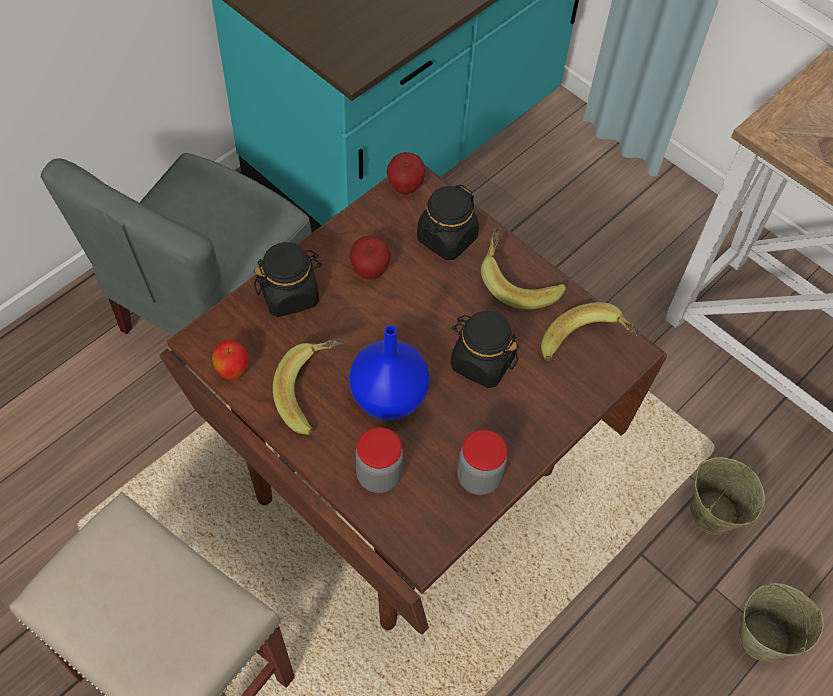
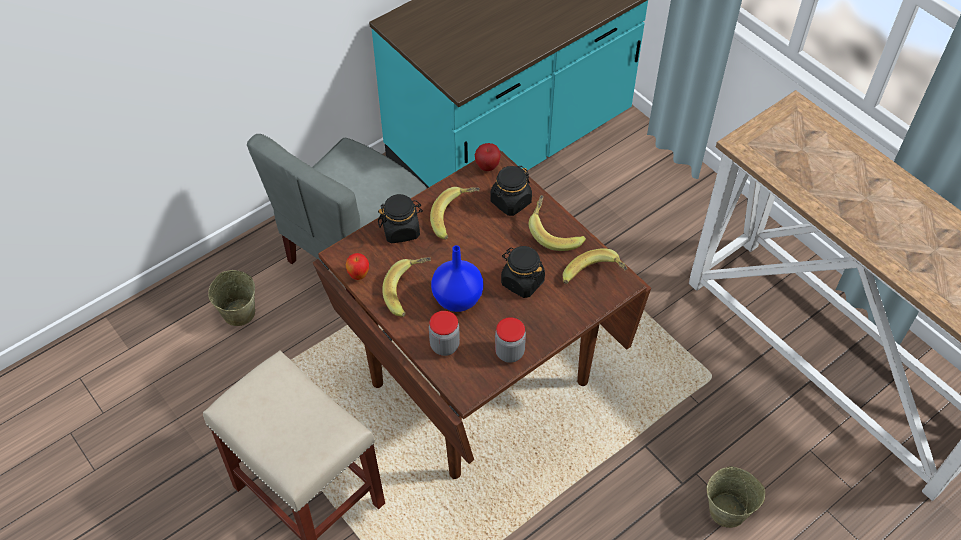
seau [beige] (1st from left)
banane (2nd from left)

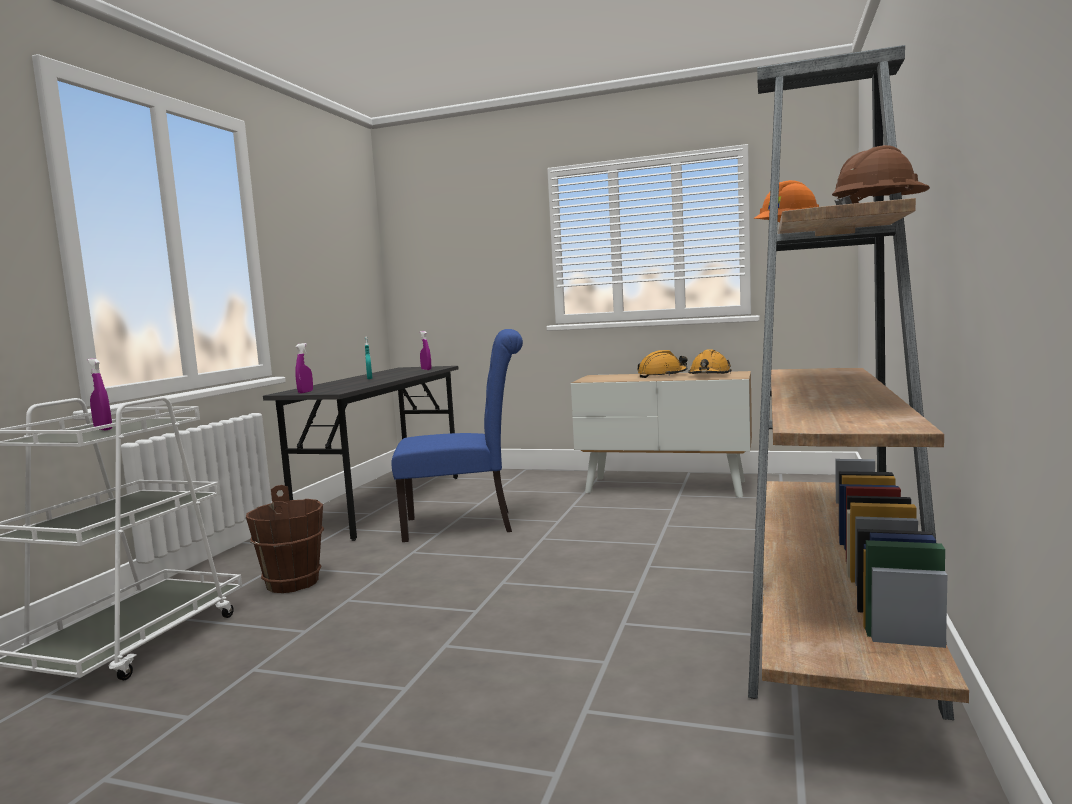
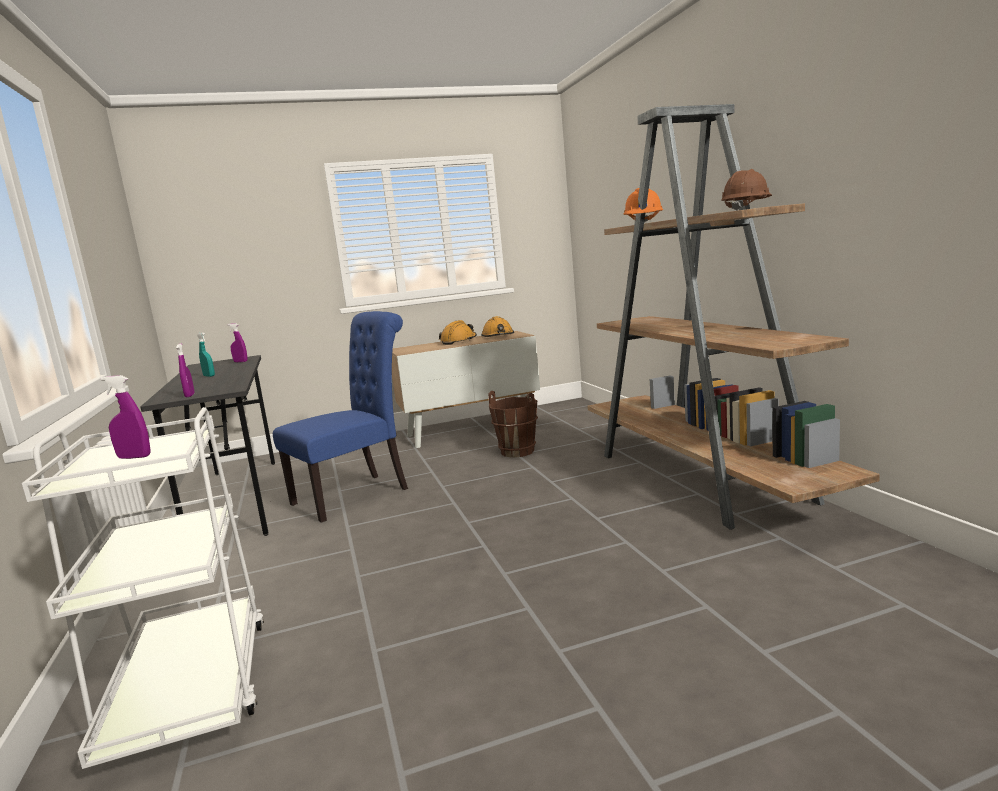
seau [marron]

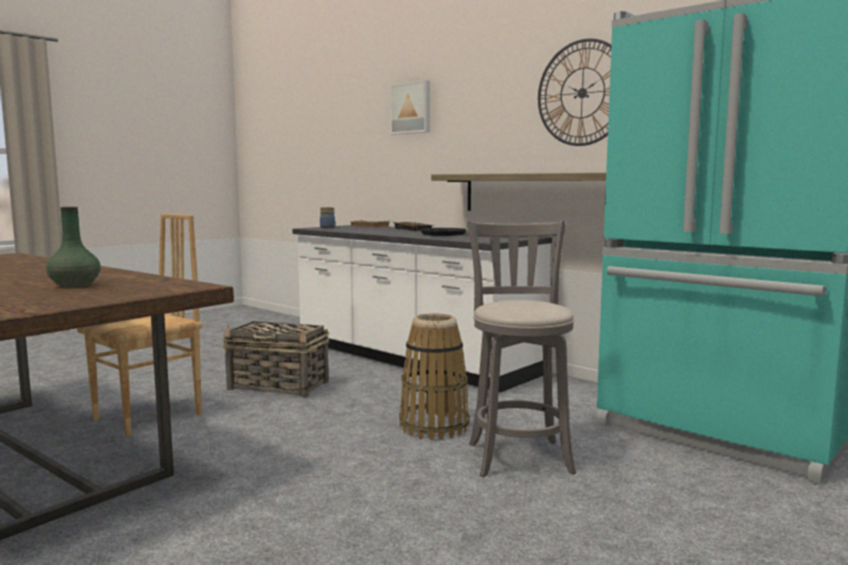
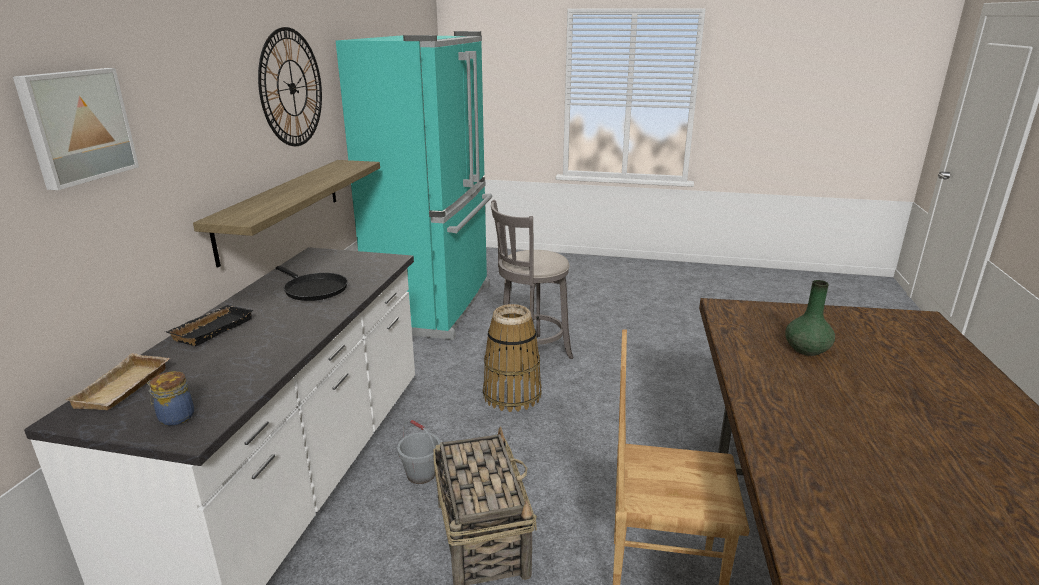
seau [gris]

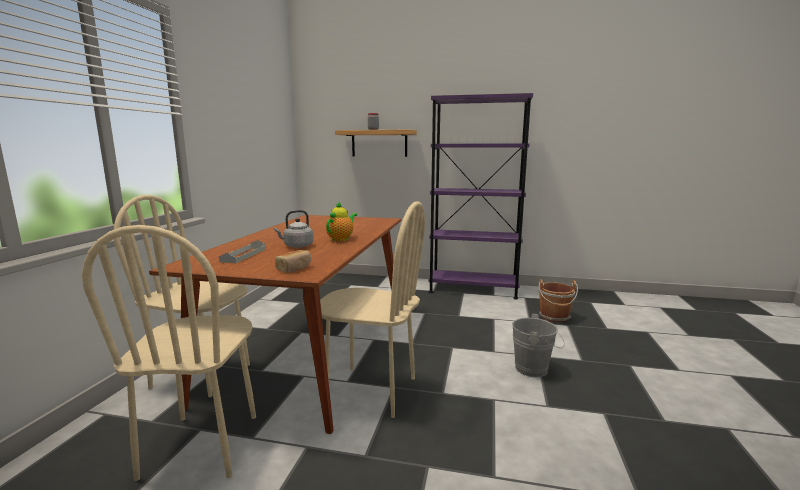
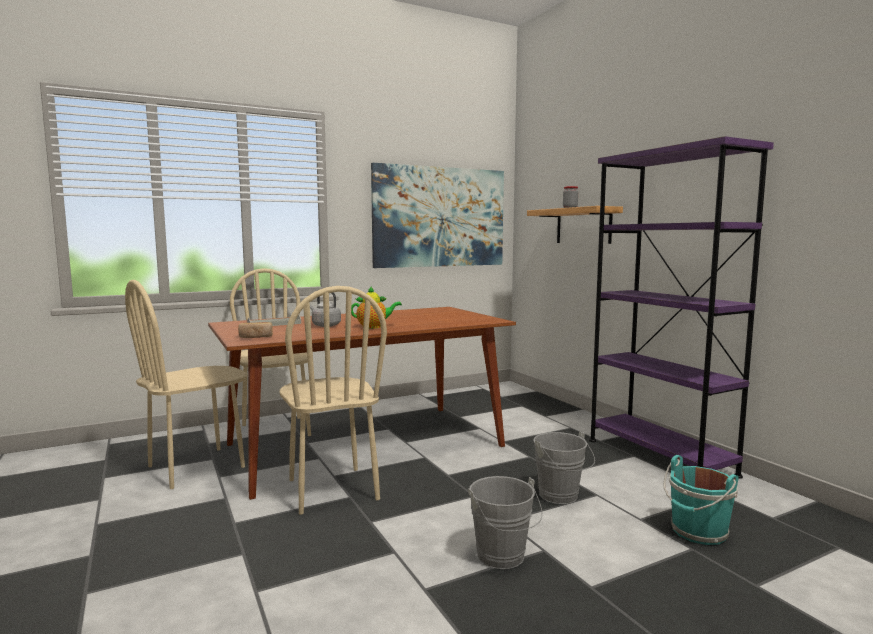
tableau
seau [gris] (2nd from left)
seau [turquoise]

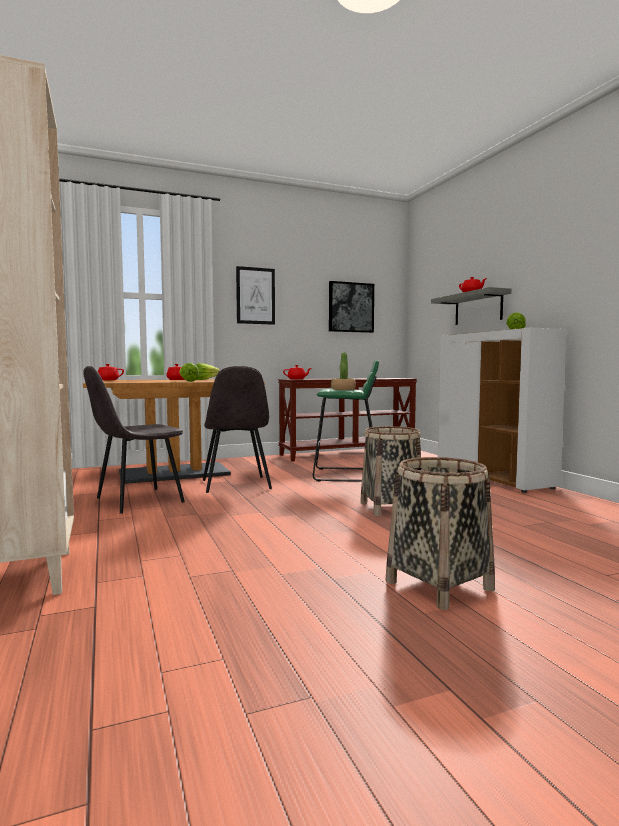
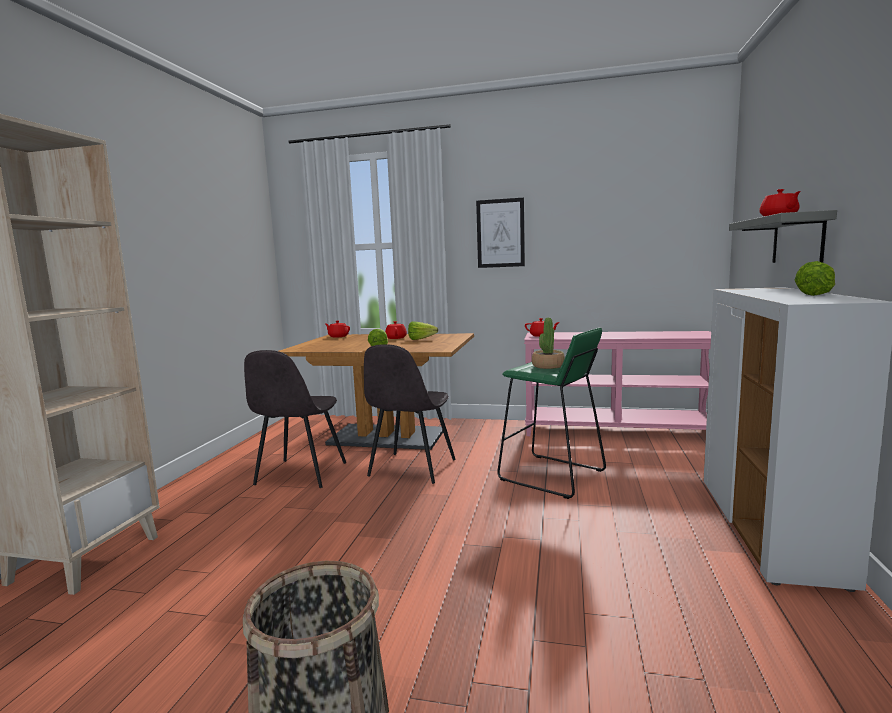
chaise [gris] (1st from left)
table console [rose]
tableau (2nd from left in the first image)
panier (1st from left in the first image)

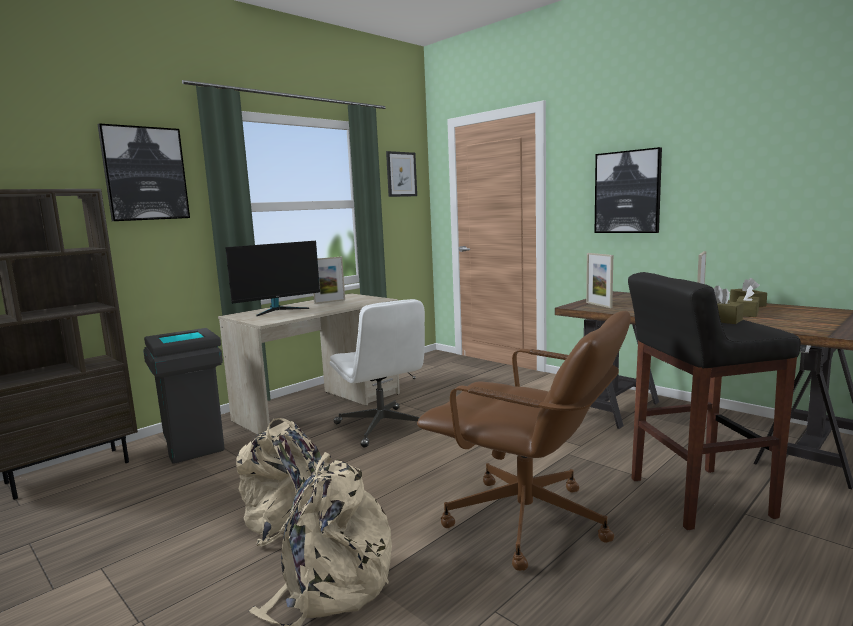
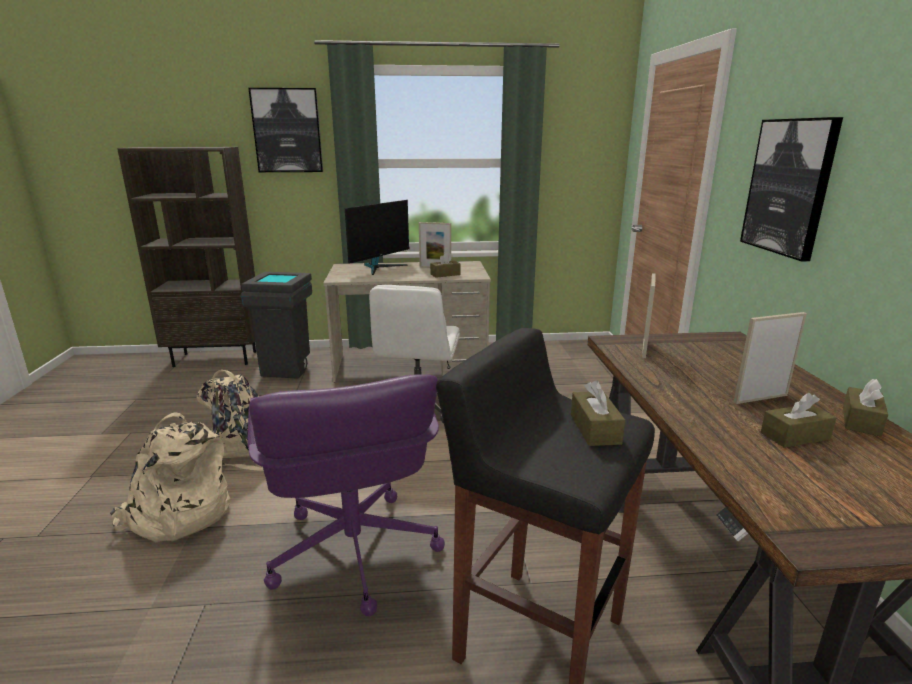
chaise de bureau [violet]
écran d'ordinateur
boîte à mouchoirs [marron] (1st from left)
tableau (2nd from left in the first image)

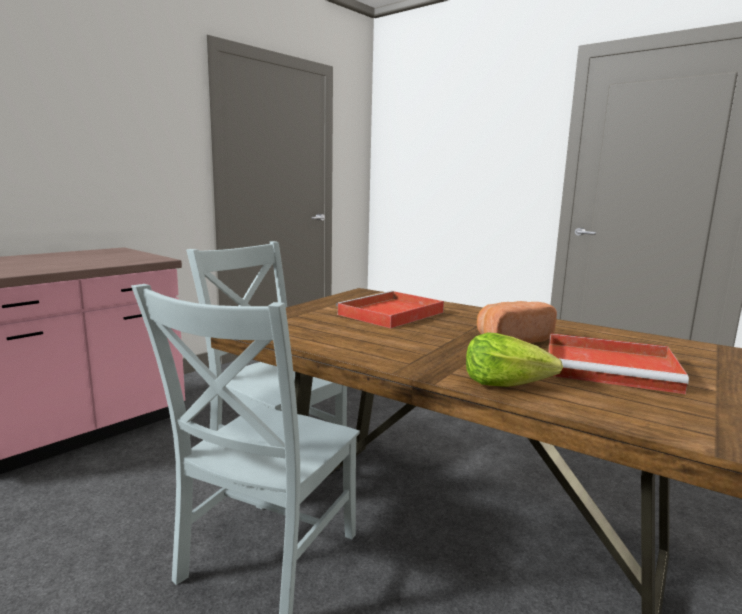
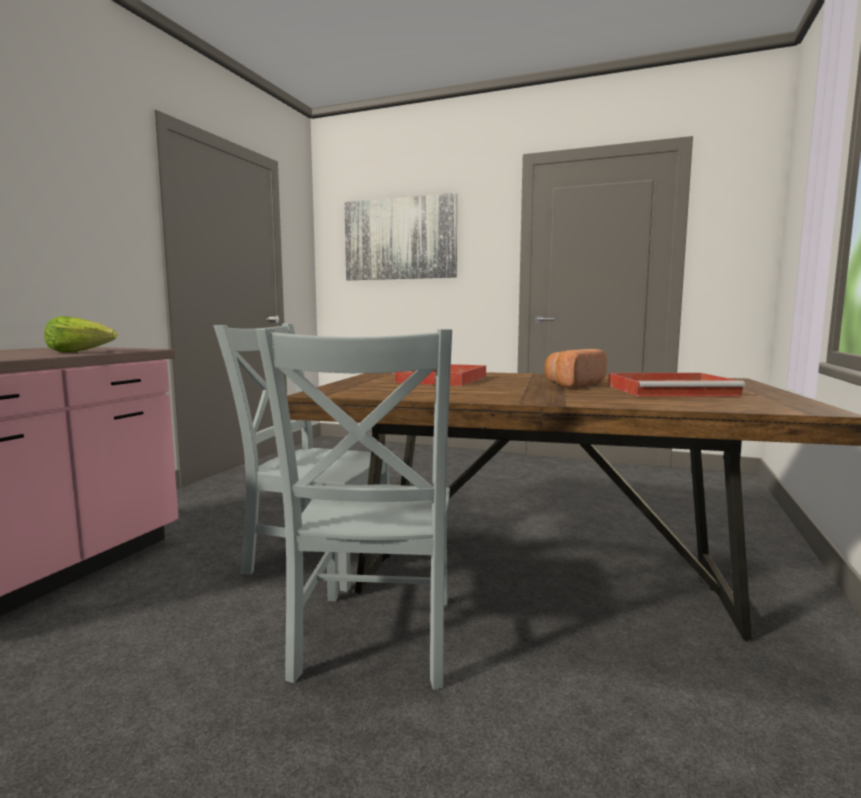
laitue
tableau

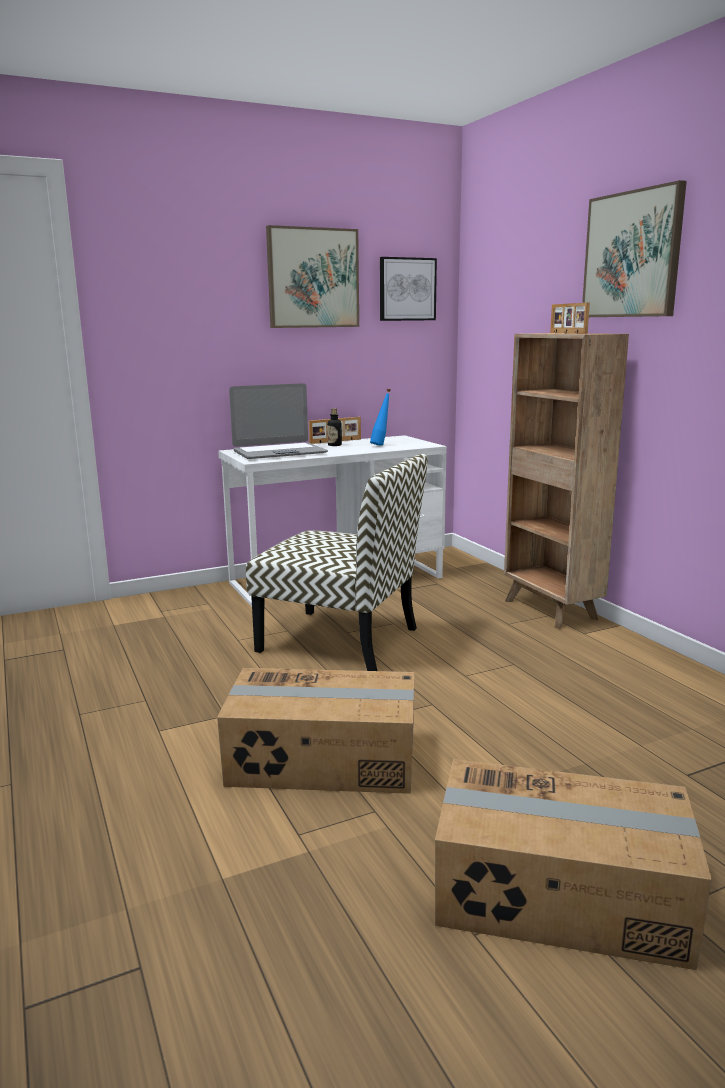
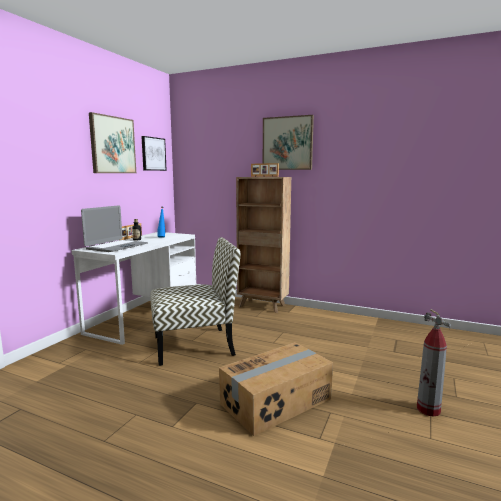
extincteur

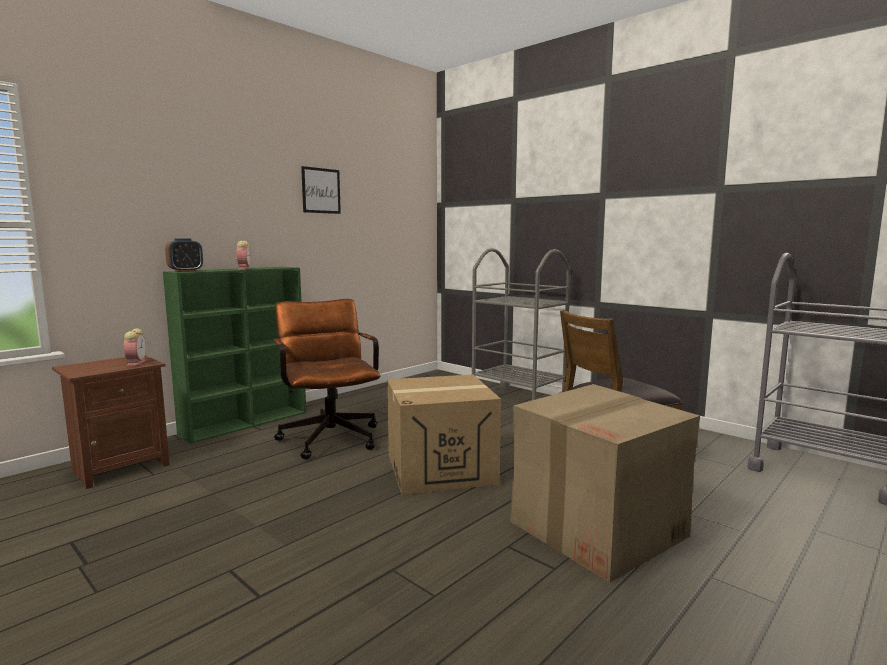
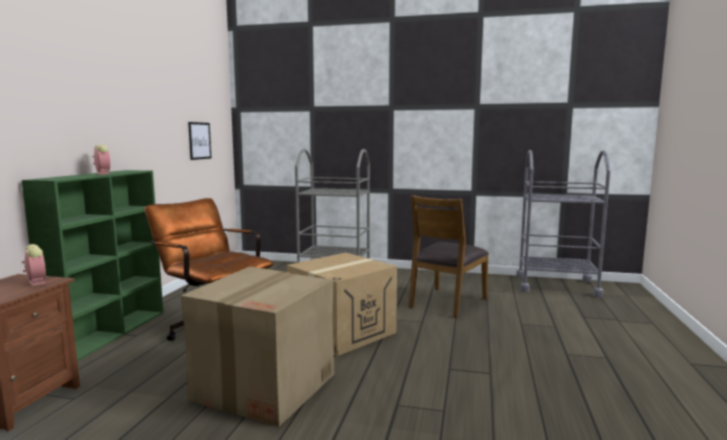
carton (1st from left)
tableau
réveil (2nd from left in the first image)

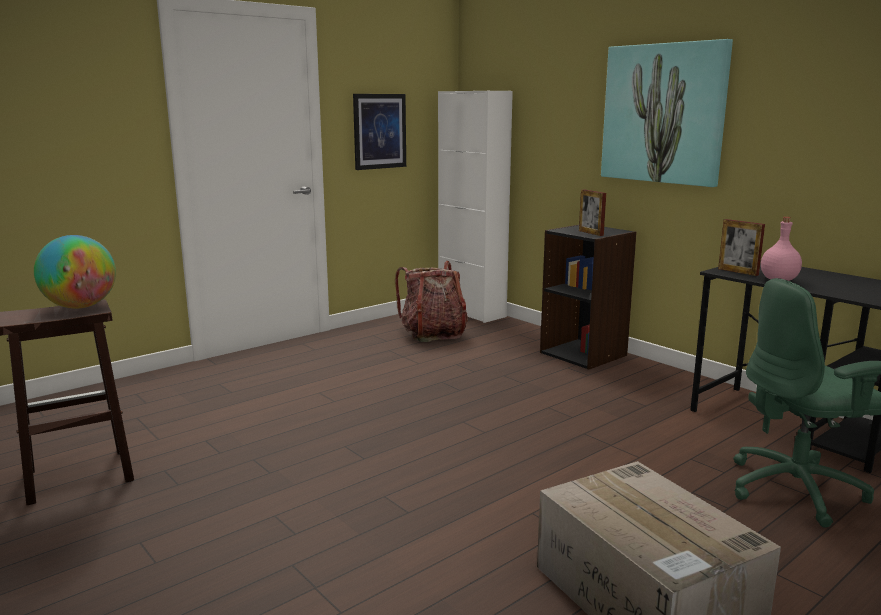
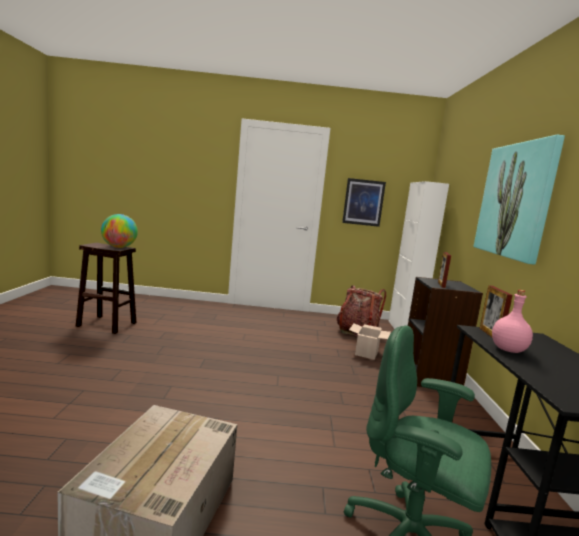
carton (2nd from left)

